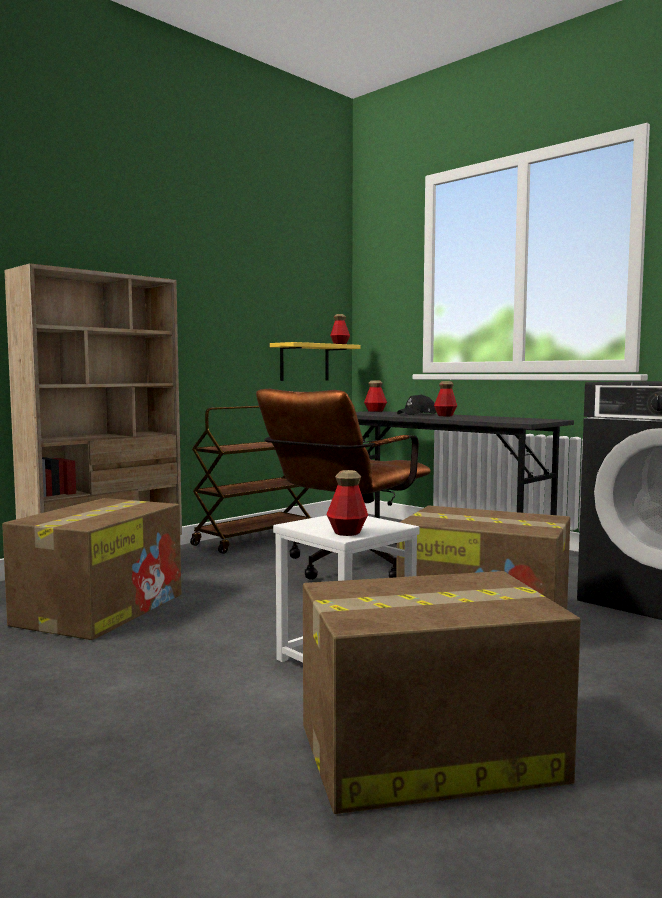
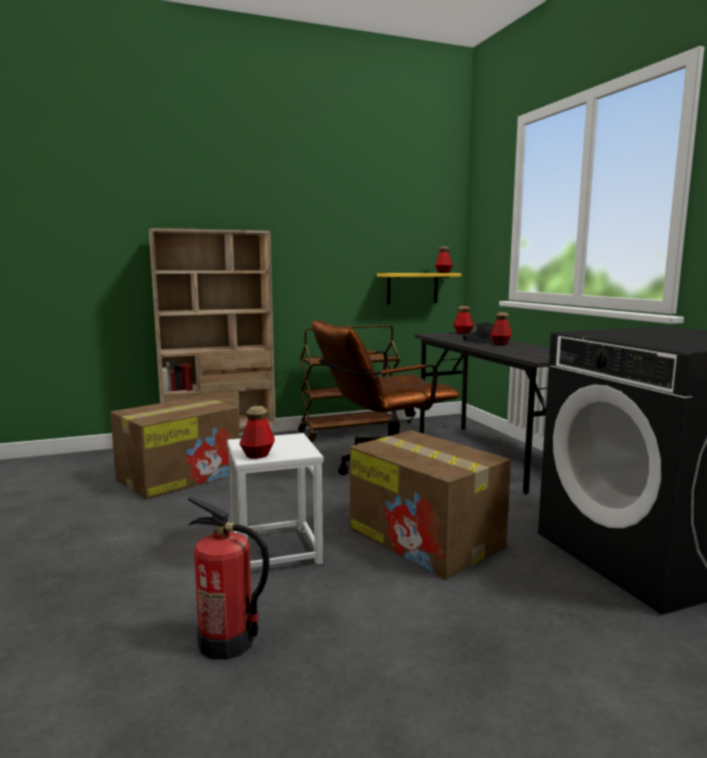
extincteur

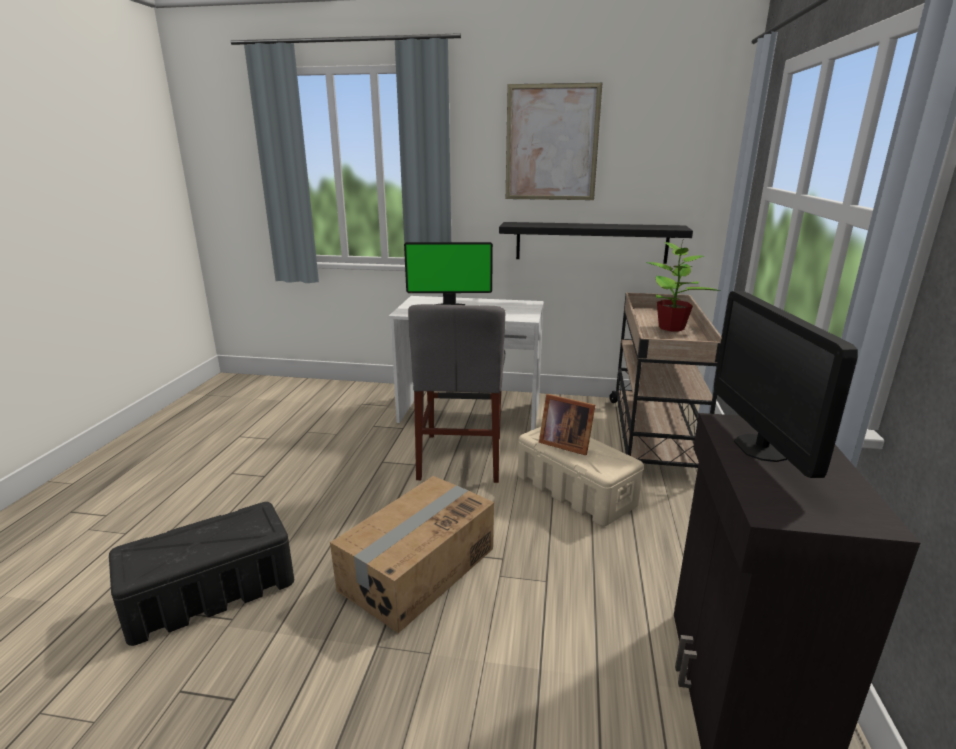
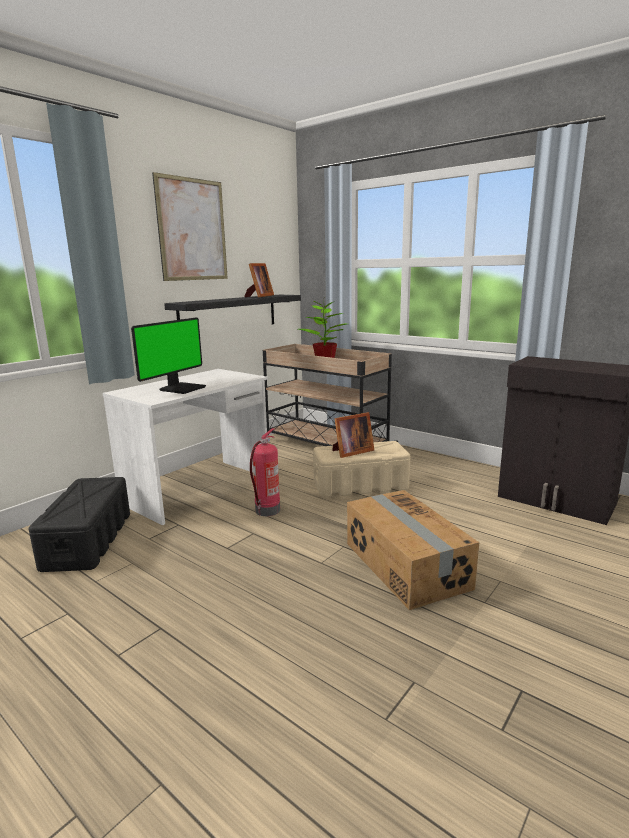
boîte de rangement [noir]
cadre photo (1st from left)
extincteur
écran d'ordinateur (2nd from left in the first image)

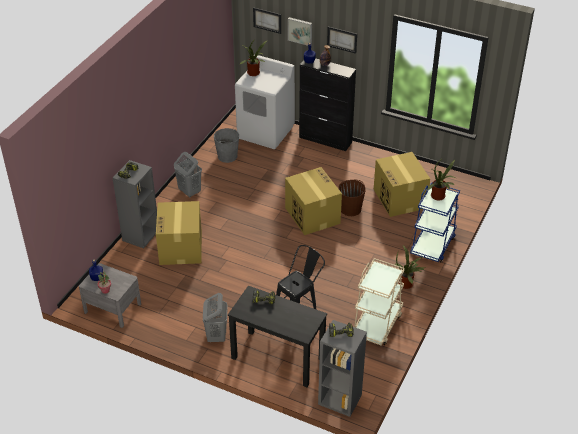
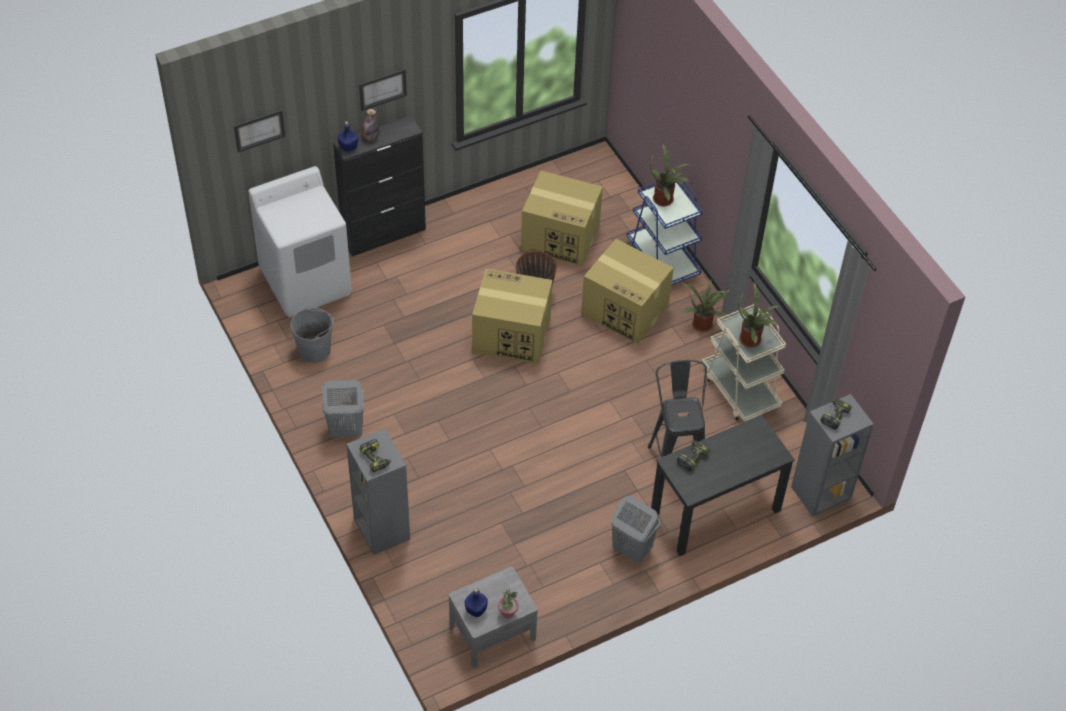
carton (3rd from left)
plante en pot (4th from left)
tableau (2nd from left in the first image)

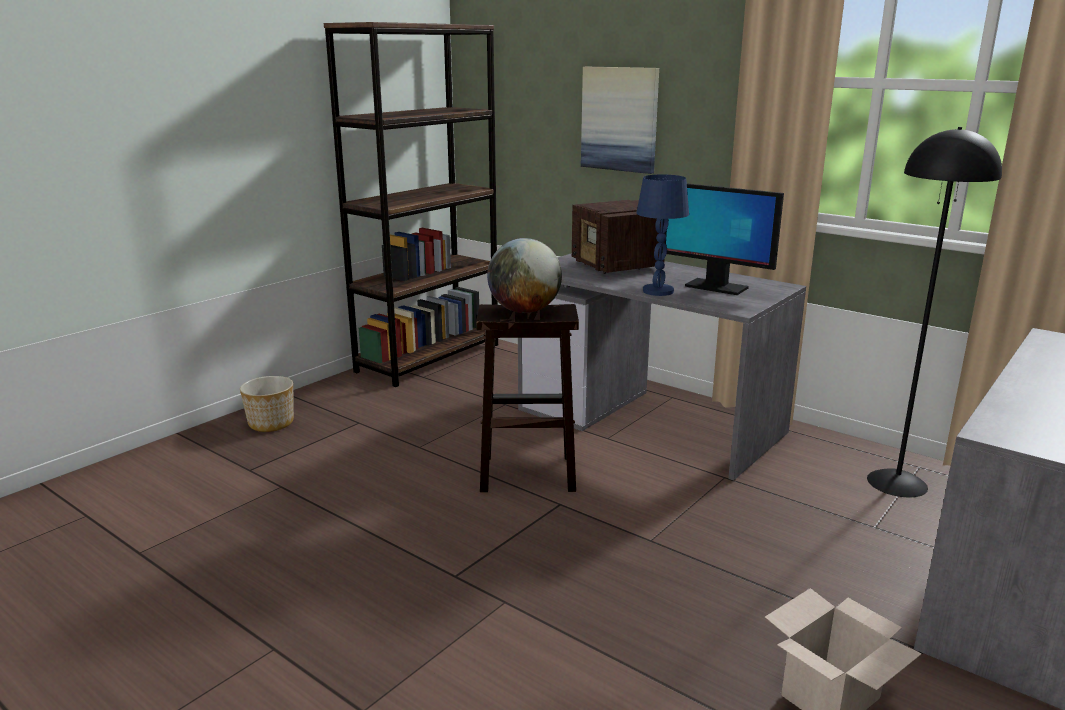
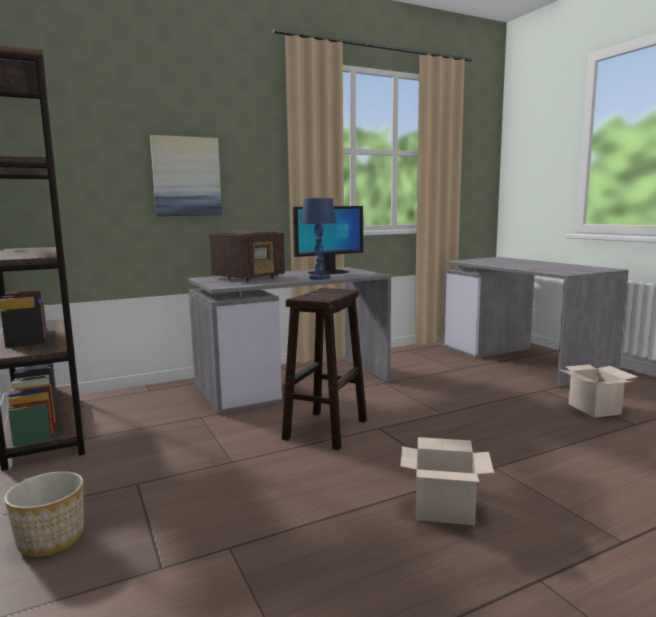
radio
carton (1st from left)
globe
lampadaire [noir]

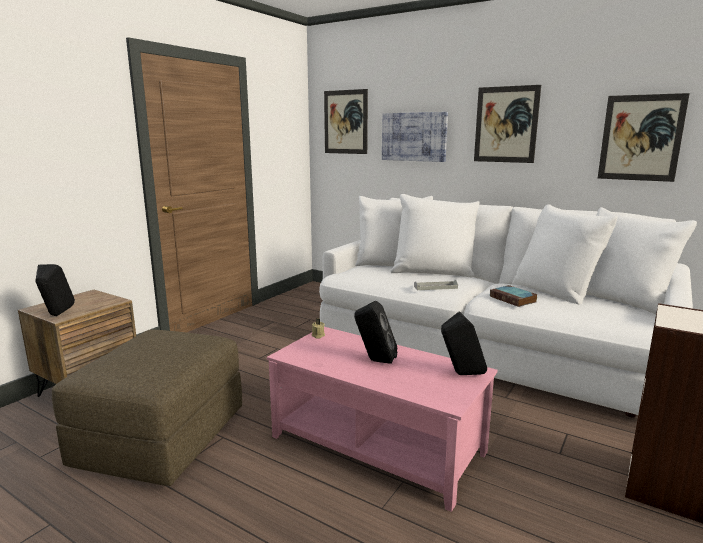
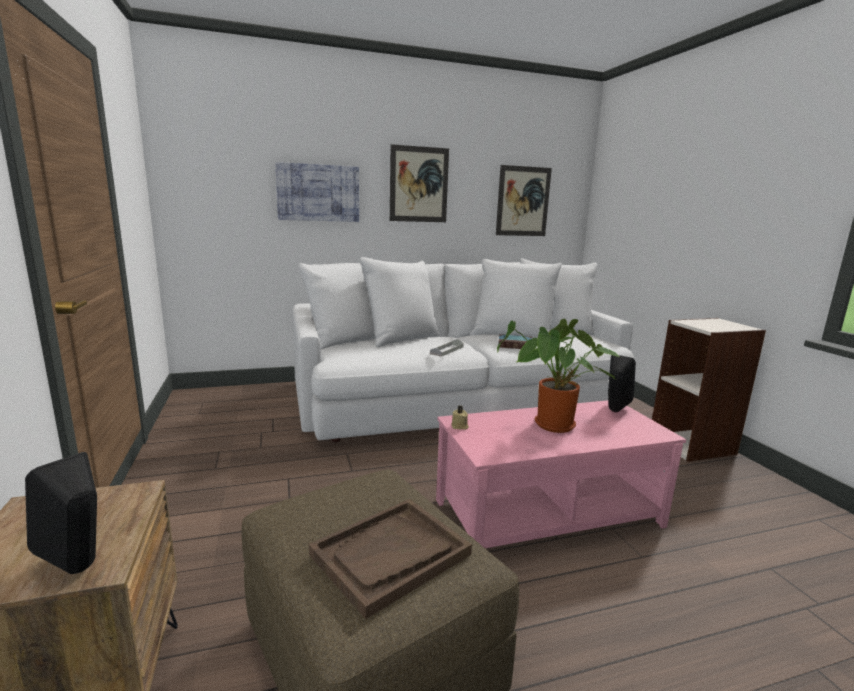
plateau [marron]
plante en pot
tableau (1st from left in the first image)

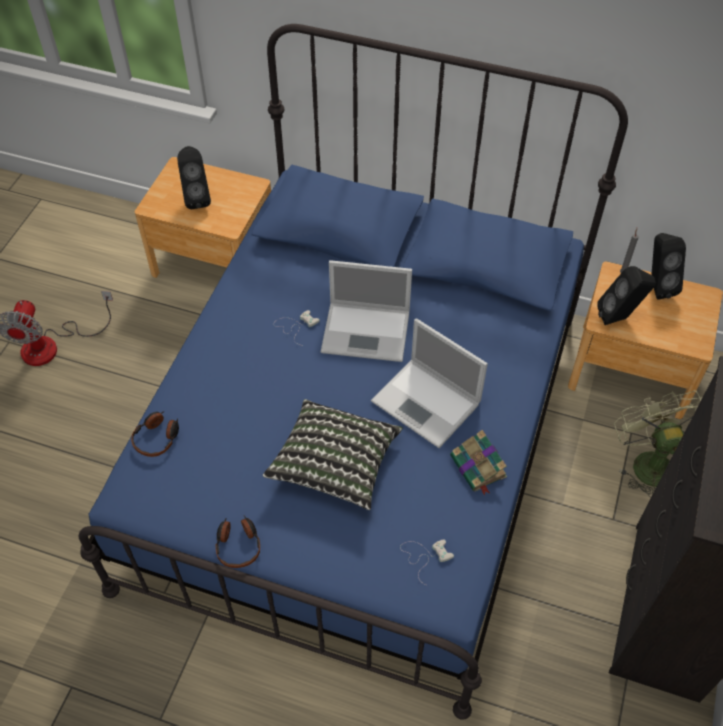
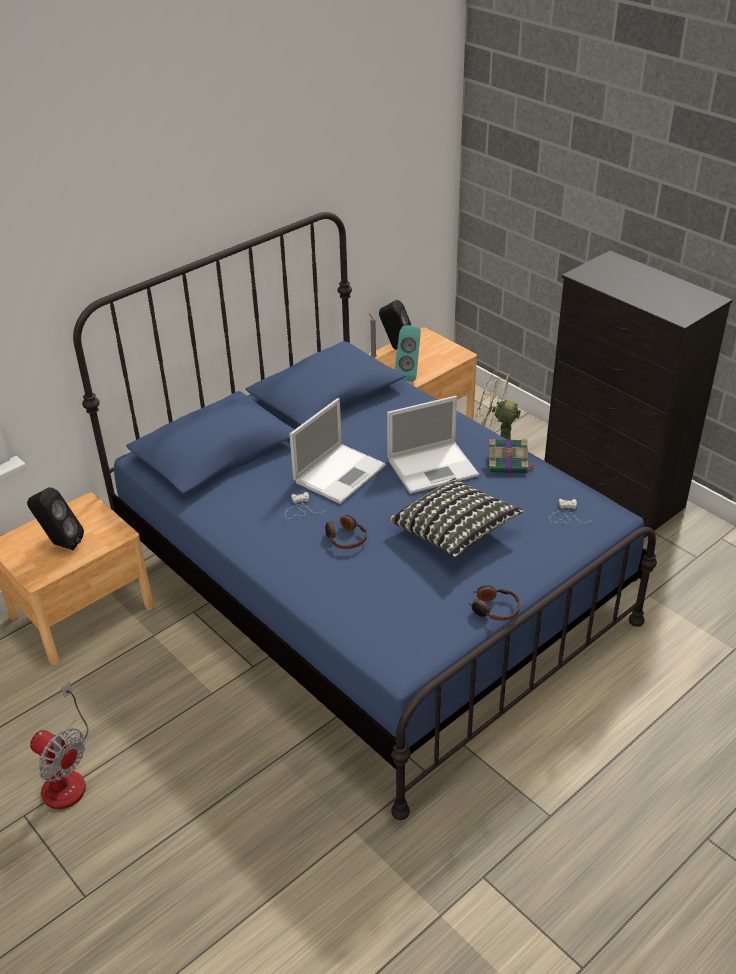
casque audio (1st from left)
enceinte [turquoise]

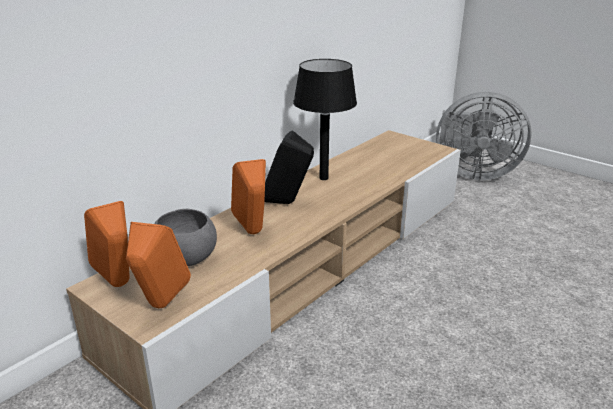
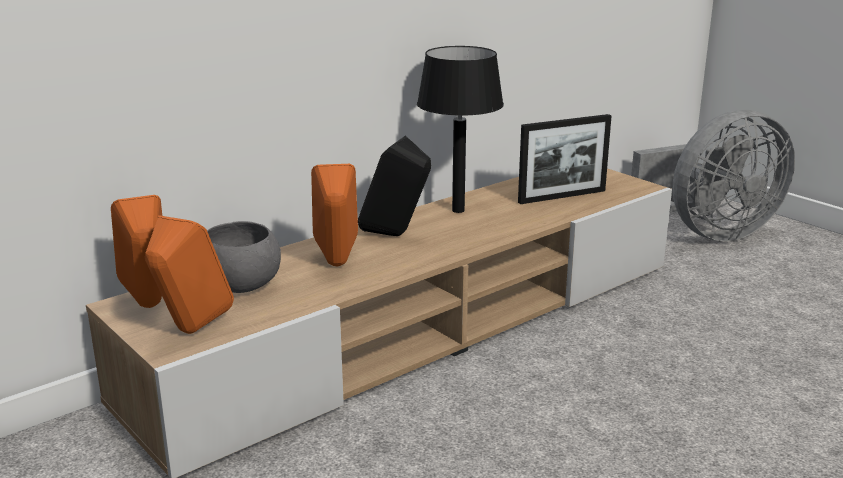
cadre photo
ventilateur [gris]

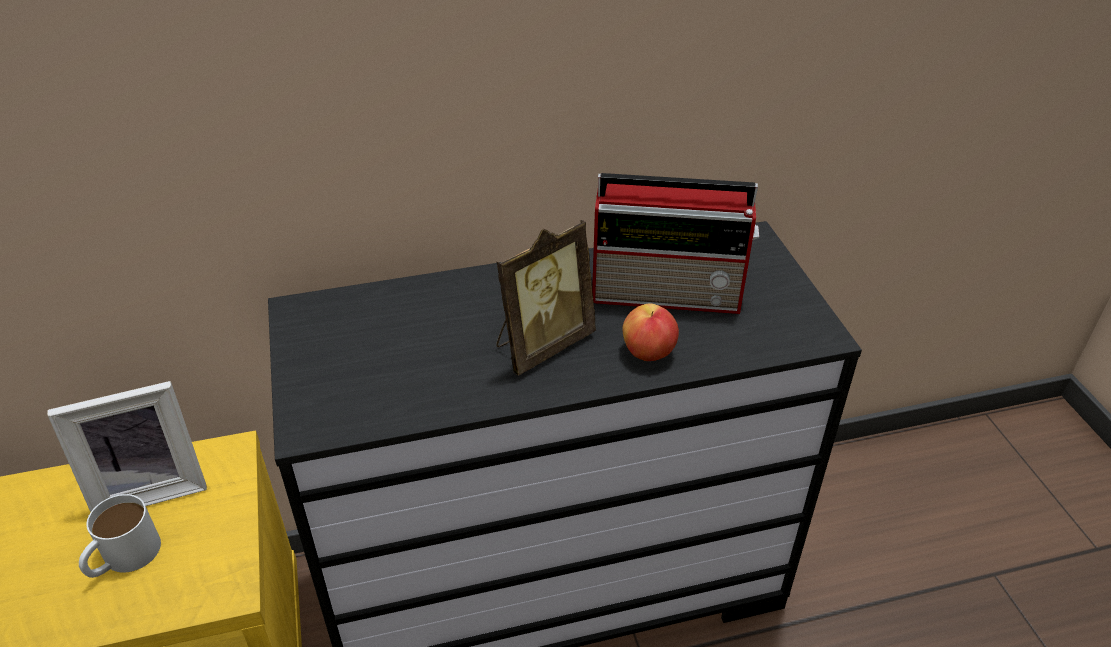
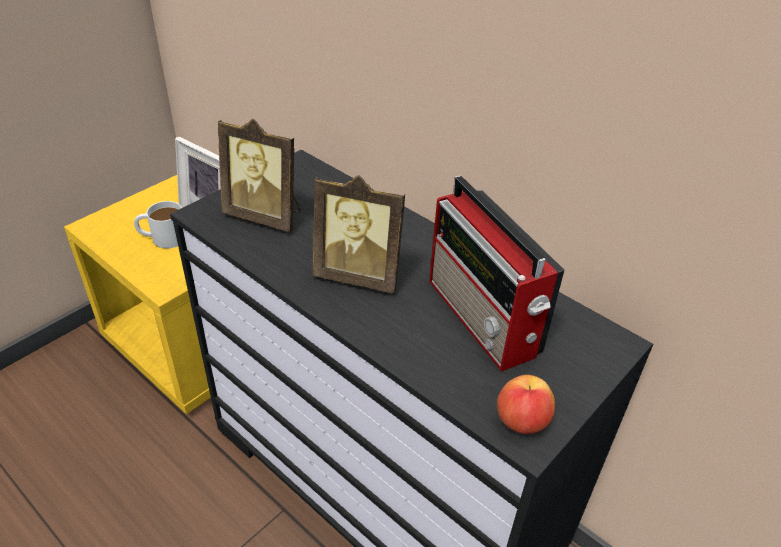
cadre photo (2nd from left)
pomme

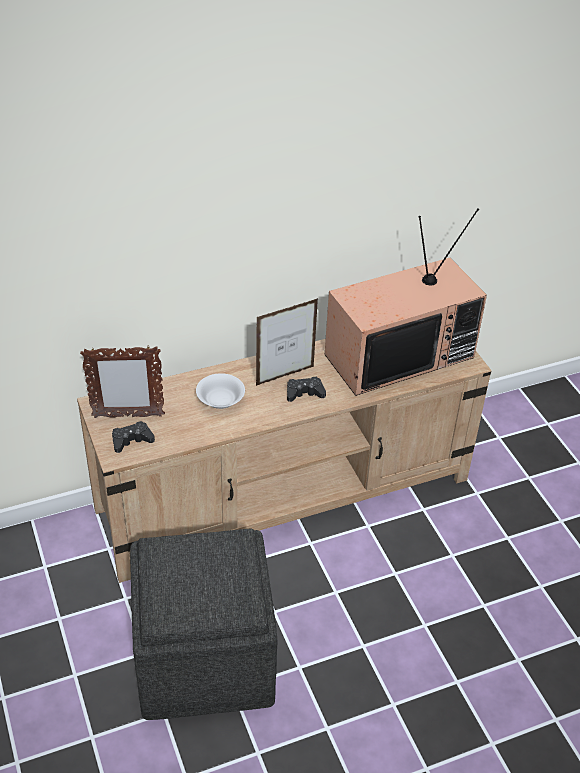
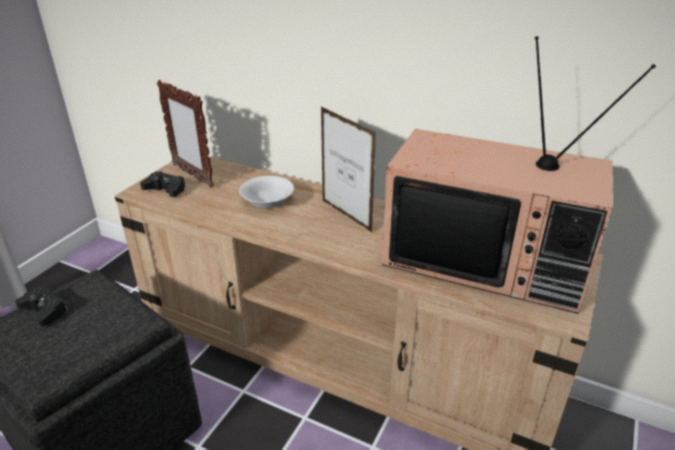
manette [noir] (1st from left)
cadre photo (2nd from left)

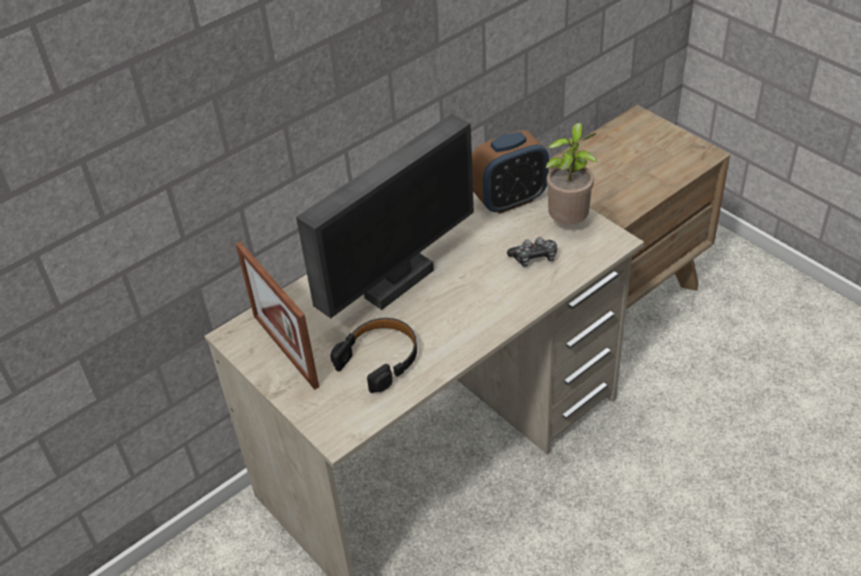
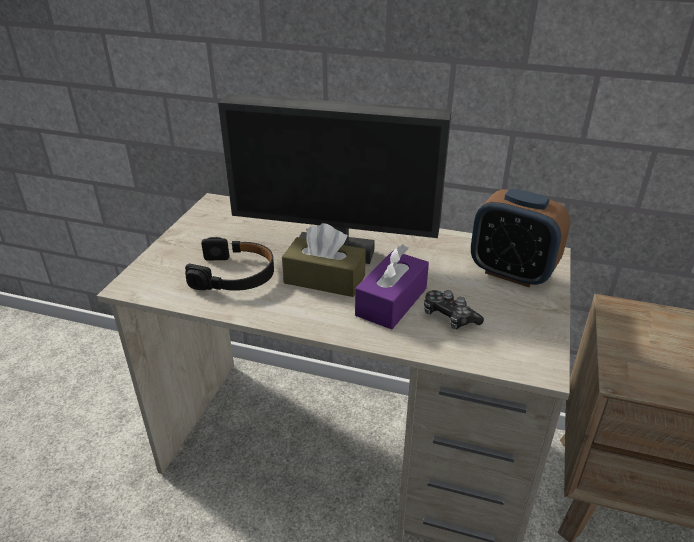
boîte à mouchoirs [marron]
boîte à mouchoirs [violet]
cadre photo
plante en pot

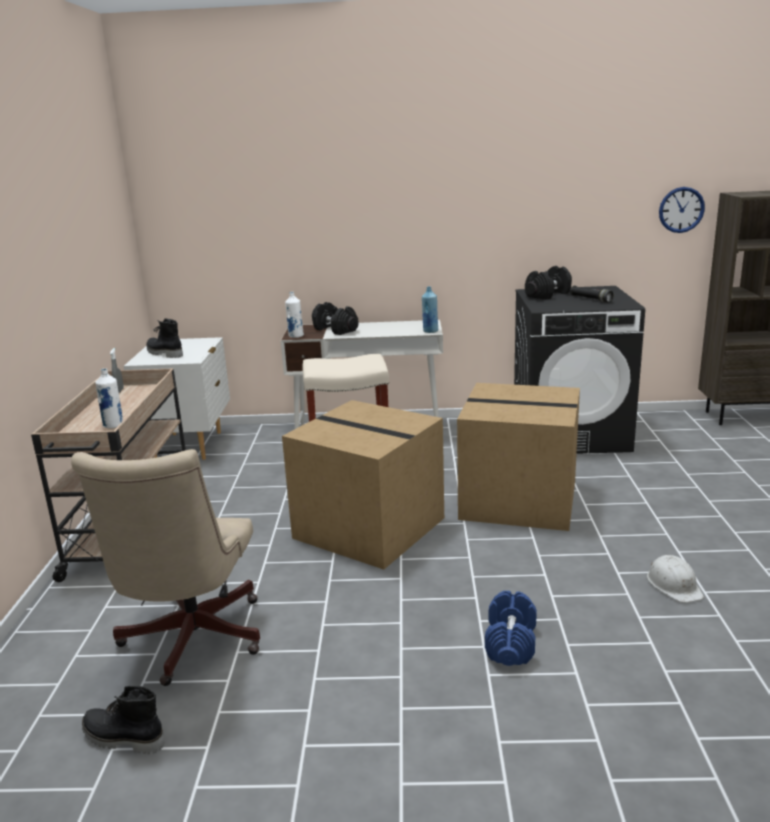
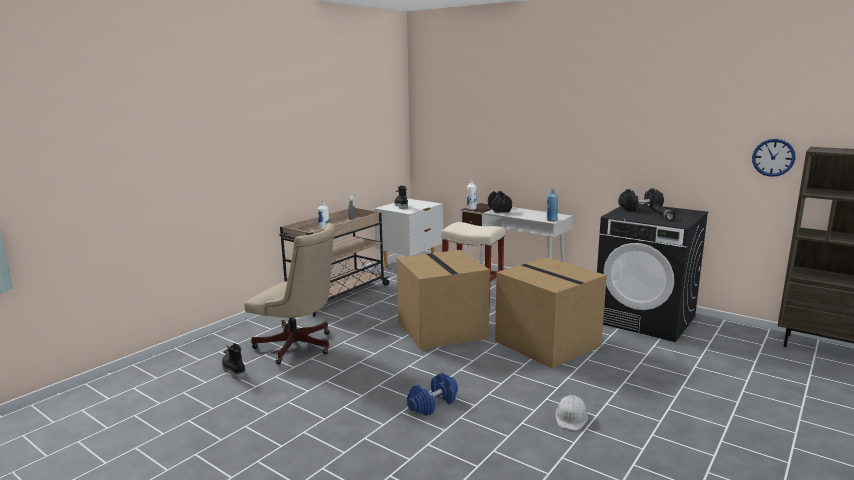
chaise de bureau [beige]

